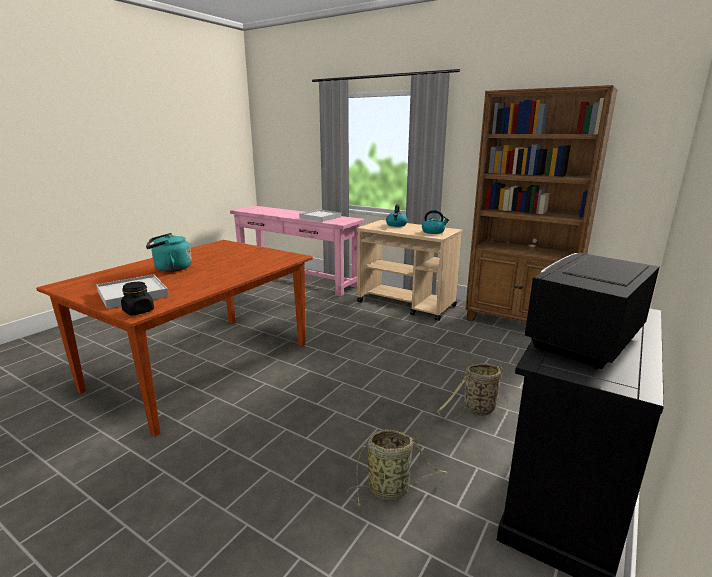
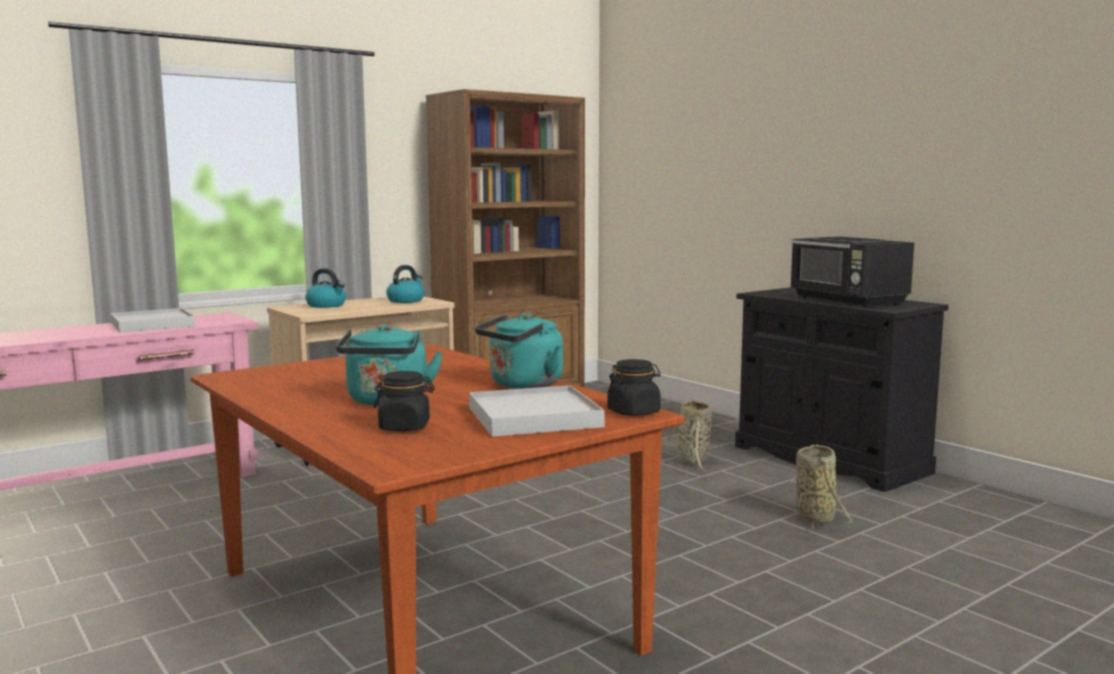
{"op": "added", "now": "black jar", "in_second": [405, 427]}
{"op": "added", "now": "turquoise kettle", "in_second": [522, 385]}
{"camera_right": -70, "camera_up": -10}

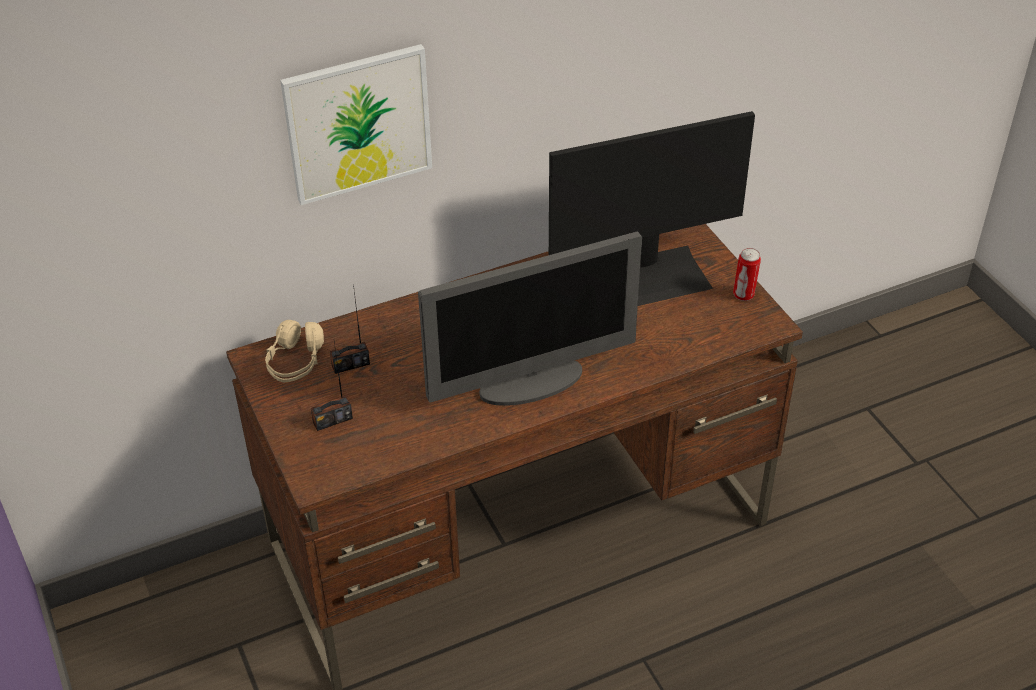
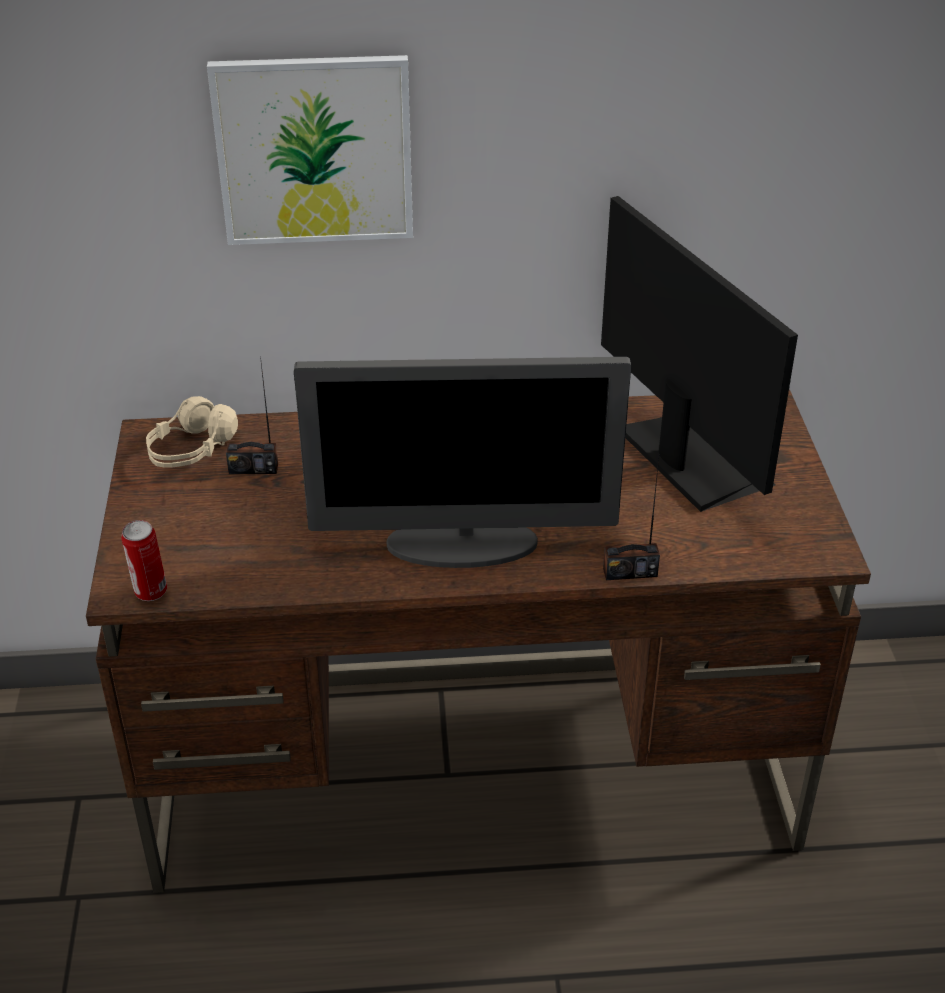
{"op": "moved", "was": "can", "in_first": [744, 295], "in_second": [150, 592]}
{"op": "turned", "was": "monitor", "in_first": [650, 277], "in_second": [690, 458], "clockwise": -120}
{"op": "moved", "was": "radio", "in_first": [332, 420], "in_second": [630, 572]}
{"camera_right": 20, "camera_up": -5}

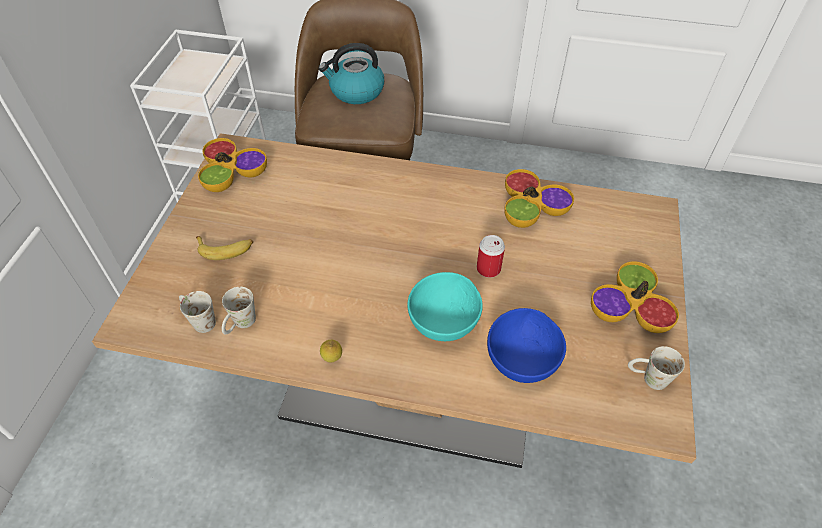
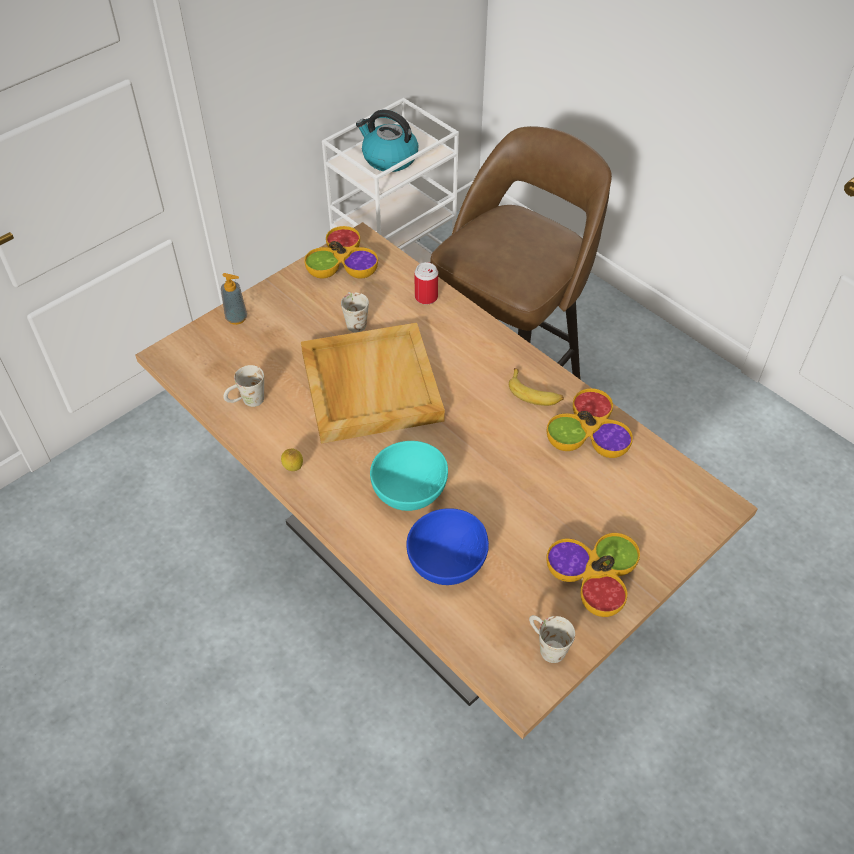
{"op": "added", "now": "soap dispenser", "in_second": [236, 318]}
{"op": "added", "now": "beige tray", "in_second": [369, 385]}
{"op": "moved", "was": "white mug", "in_first": [199, 320], "in_second": [354, 321]}
{"op": "moved", "was": "kettle", "in_first": [356, 91], "in_second": [389, 158]}
{"op": "moved", "was": "can", "in_first": [488, 269], "in_second": [426, 297]}
{"op": "moved", "was": "banana", "in_first": [225, 249], "in_second": [535, 393]}
{"camera_right": 35, "camera_up": 0}

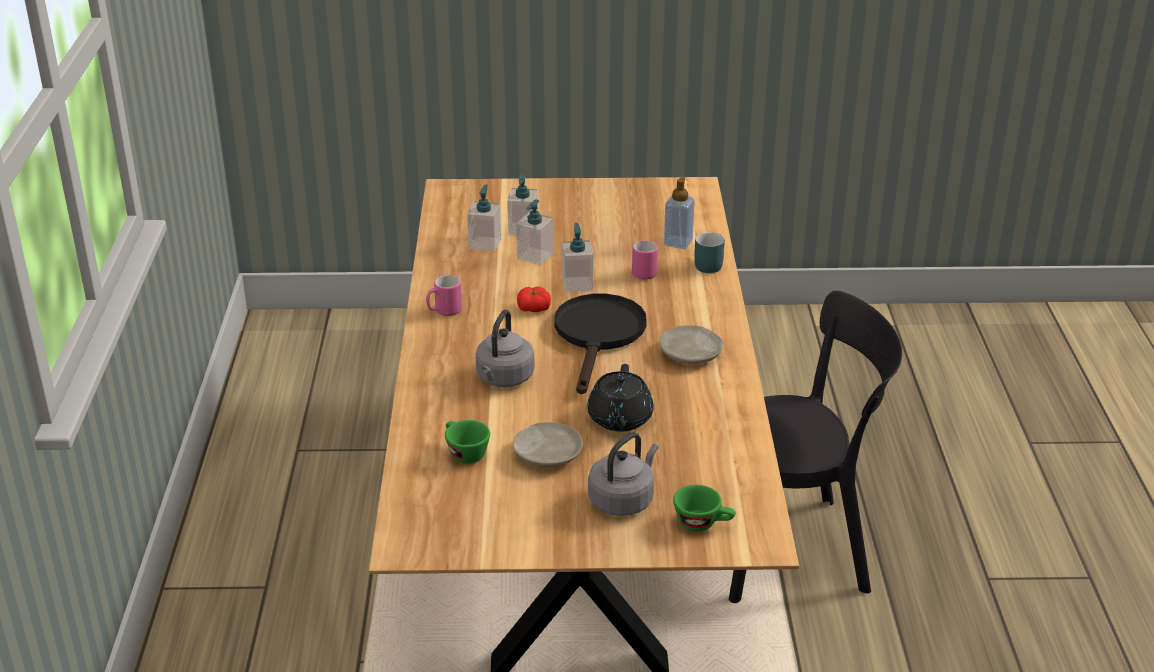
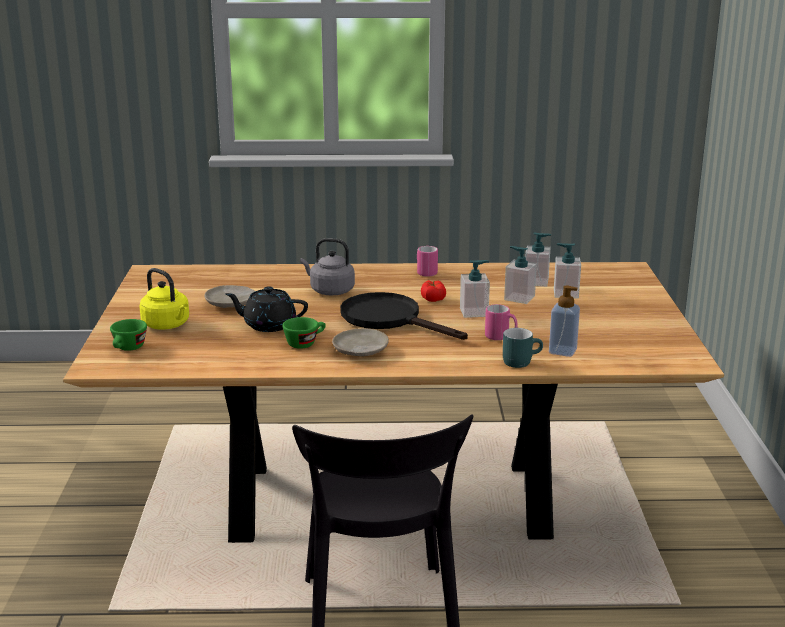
{"op": "recoloured", "was": "grey kettle", "now": "yellow kettle", "in_first": [623, 500], "in_second": [167, 325]}
{"op": "moved", "was": "green cup", "in_first": [464, 453], "in_second": [305, 343]}
{"op": "turned", "was": "black frying pan", "in_first": [598, 336], "in_second": [390, 319], "clockwise": -150}
{"camera_right": 90, "camera_up": -10}

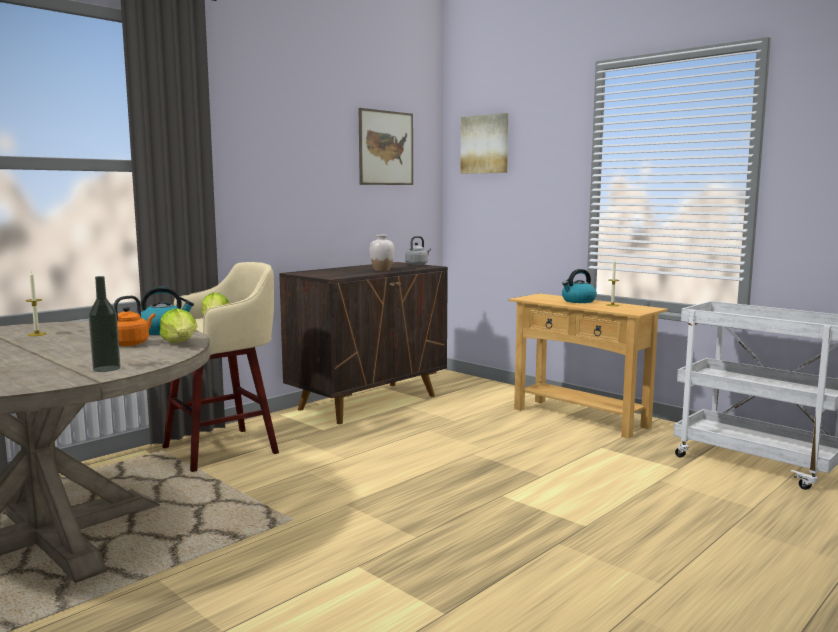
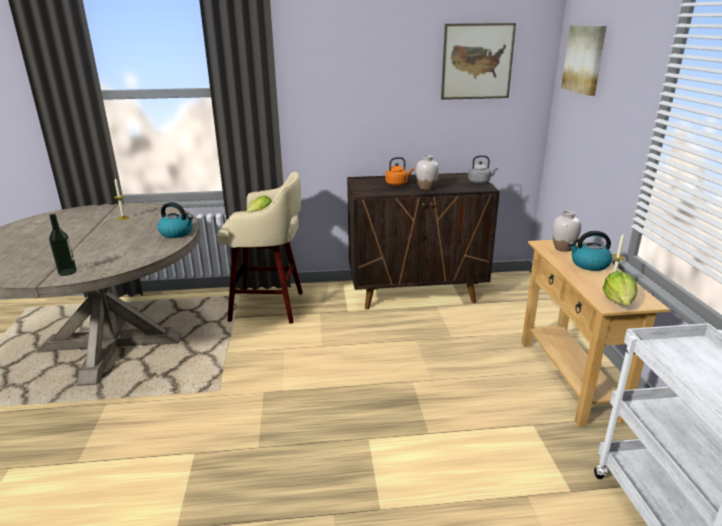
{"op": "moved", "was": "orange kettle", "in_first": [130, 343], "in_second": [397, 184]}
{"op": "added", "now": "white vase", "in_second": [563, 248]}
{"op": "moved", "was": "lettuce", "in_first": [180, 343], "in_second": [619, 302]}
{"camera_right": 40, "camera_up": 15}

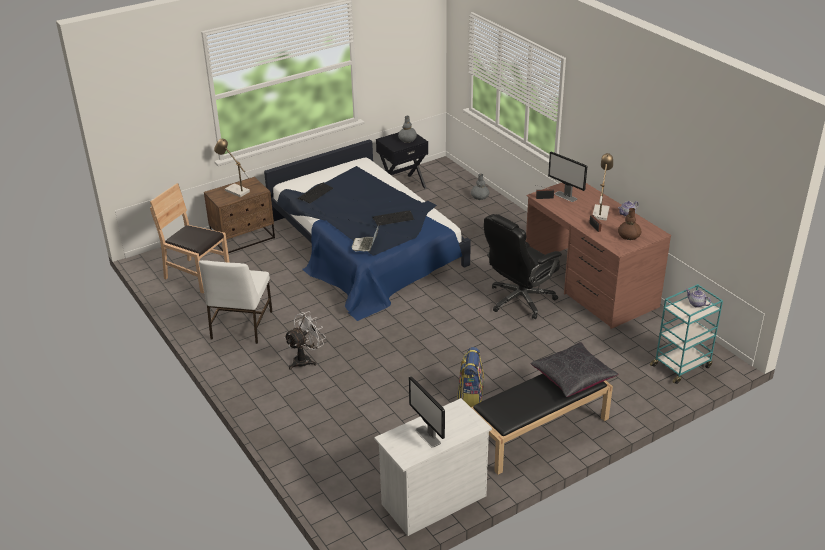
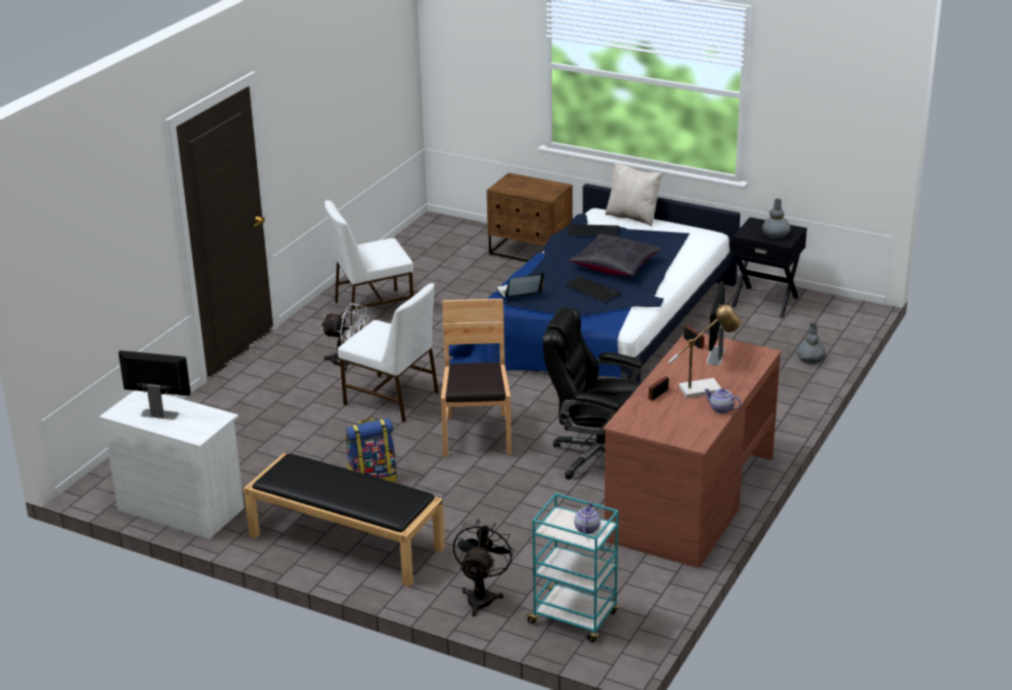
{"op": "turned", "was": "monitor", "in_first": [428, 436], "in_second": [159, 414], "clockwise": 75}
{"op": "added", "now": "white chair", "in_second": [392, 399]}
{"op": "moved", "was": "brown chair", "in_first": [197, 275], "in_second": [477, 435]}
{"op": "added", "now": "black fan", "in_second": [482, 596]}
{"op": "moved", "was": "black pillow", "in_first": [573, 377], "in_second": [615, 265]}
{"op": "added", "now": "beige pillow", "in_second": [633, 217]}
{"op": "removed", "was": "table lamp", "in_first": [234, 190]}
{"op": "removed", "was": "brown vase", "in_first": [628, 236]}
{"camera_right": 60, "camera_up": -5}

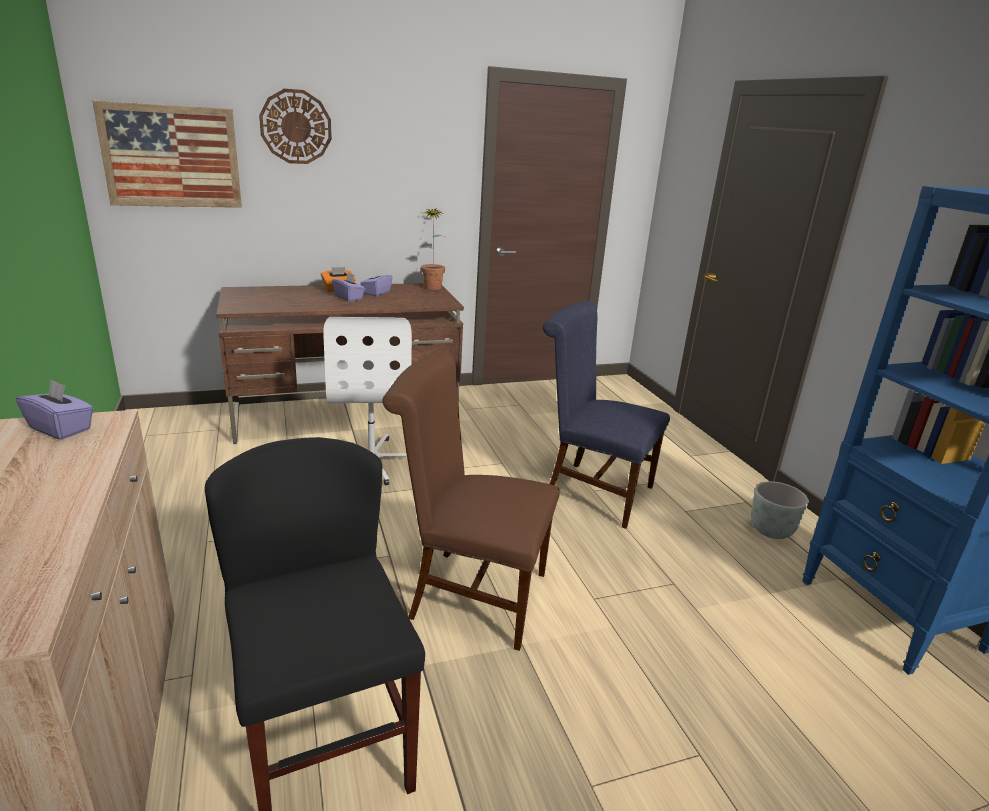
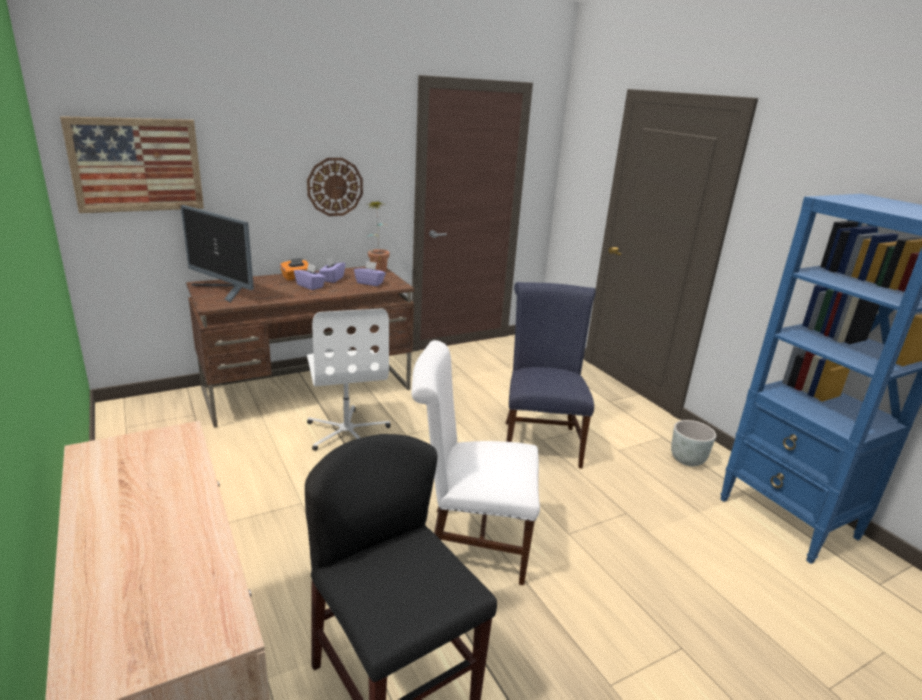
{"op": "added", "now": "monitor", "in_second": [224, 291]}
{"op": "moved", "was": "wall clock", "in_first": [296, 127], "in_second": [335, 187]}
{"op": "moved", "was": "purple tissue box", "in_first": [61, 428], "in_second": [370, 283]}
{"op": "recoloured", "was": "brown chair", "now": "white chair", "in_first": [469, 594], "in_second": [469, 542]}
{"op": "turned", "was": "blue chair", "in_first": [591, 491], "in_second": [540, 440], "clockwise": 75}
{"camera_right": -10, "camera_up": 0}

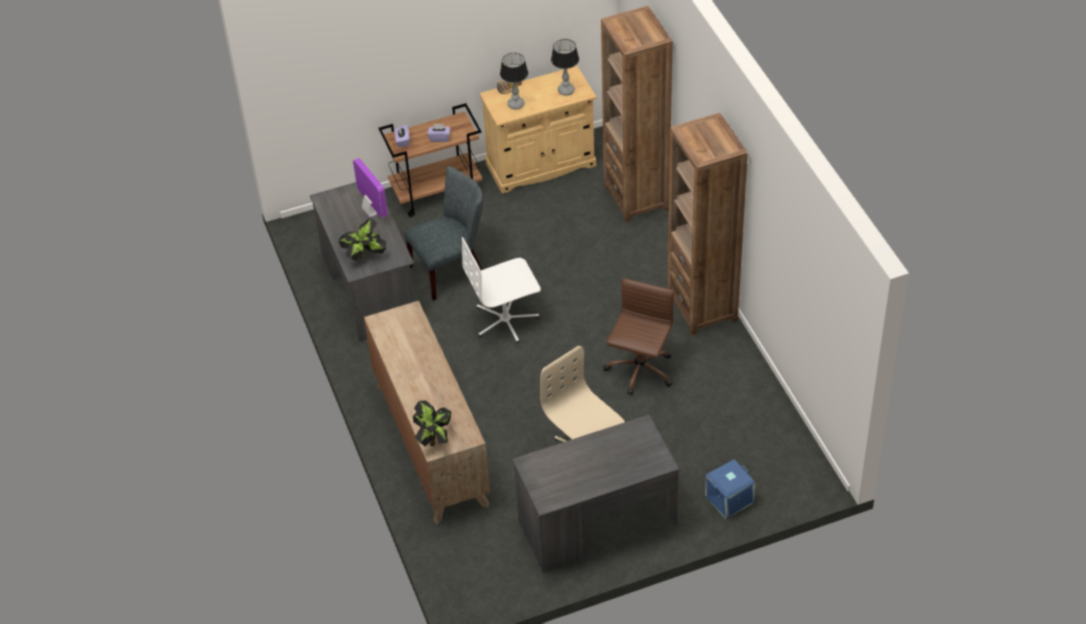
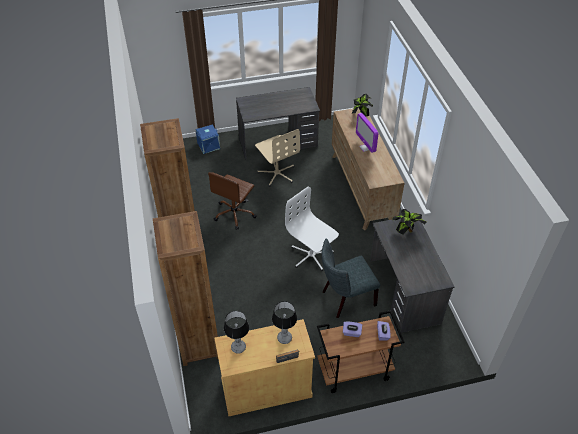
{"op": "turned", "was": "white office chair", "in_first": [506, 321], "in_second": [311, 256], "clockwise": -120}
{"op": "moved", "was": "monitor", "in_first": [372, 211], "in_second": [365, 147]}
{"camera_right": -175, "camera_up": 0}

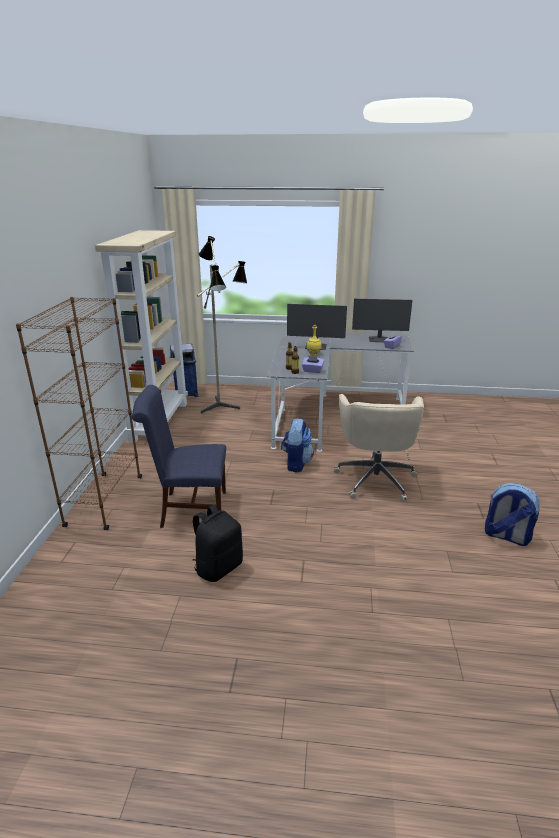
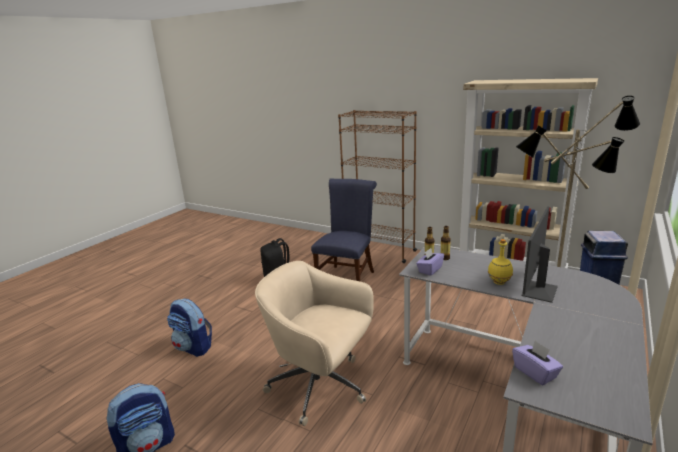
{"op": "moved", "was": "backpack", "in_first": [296, 463], "in_second": [194, 347]}
{"op": "removed", "was": "monitor", "in_first": [379, 340]}
{"camera_right": 115, "camera_up": -5}

